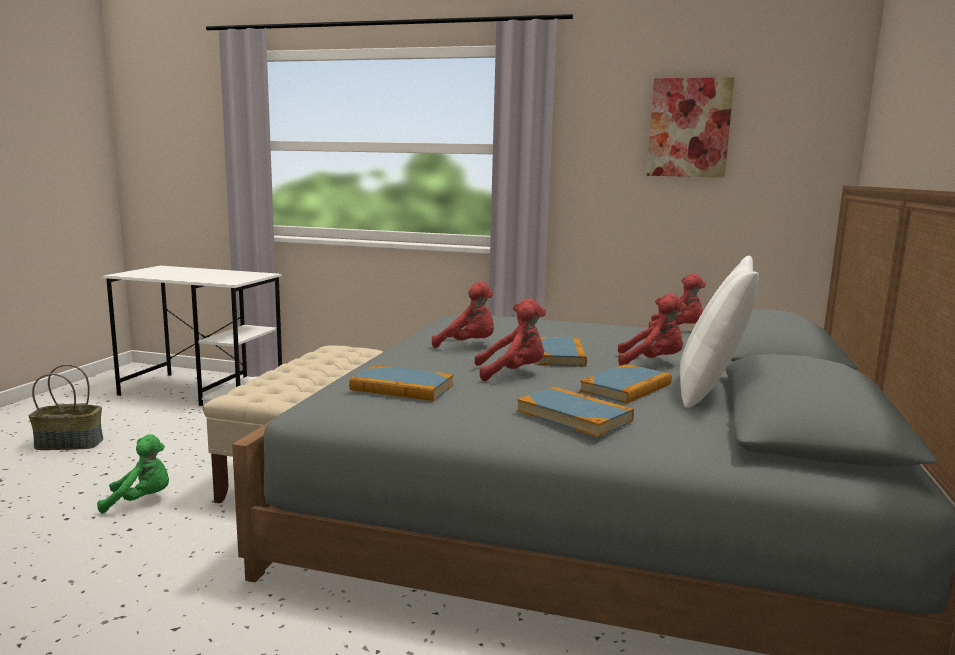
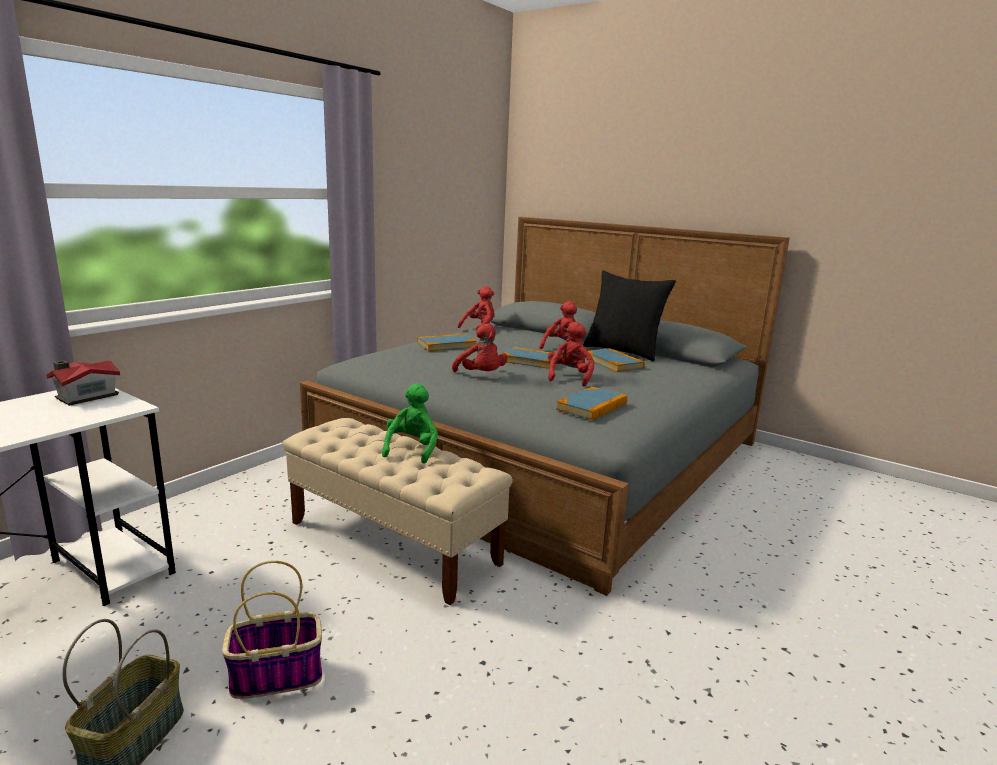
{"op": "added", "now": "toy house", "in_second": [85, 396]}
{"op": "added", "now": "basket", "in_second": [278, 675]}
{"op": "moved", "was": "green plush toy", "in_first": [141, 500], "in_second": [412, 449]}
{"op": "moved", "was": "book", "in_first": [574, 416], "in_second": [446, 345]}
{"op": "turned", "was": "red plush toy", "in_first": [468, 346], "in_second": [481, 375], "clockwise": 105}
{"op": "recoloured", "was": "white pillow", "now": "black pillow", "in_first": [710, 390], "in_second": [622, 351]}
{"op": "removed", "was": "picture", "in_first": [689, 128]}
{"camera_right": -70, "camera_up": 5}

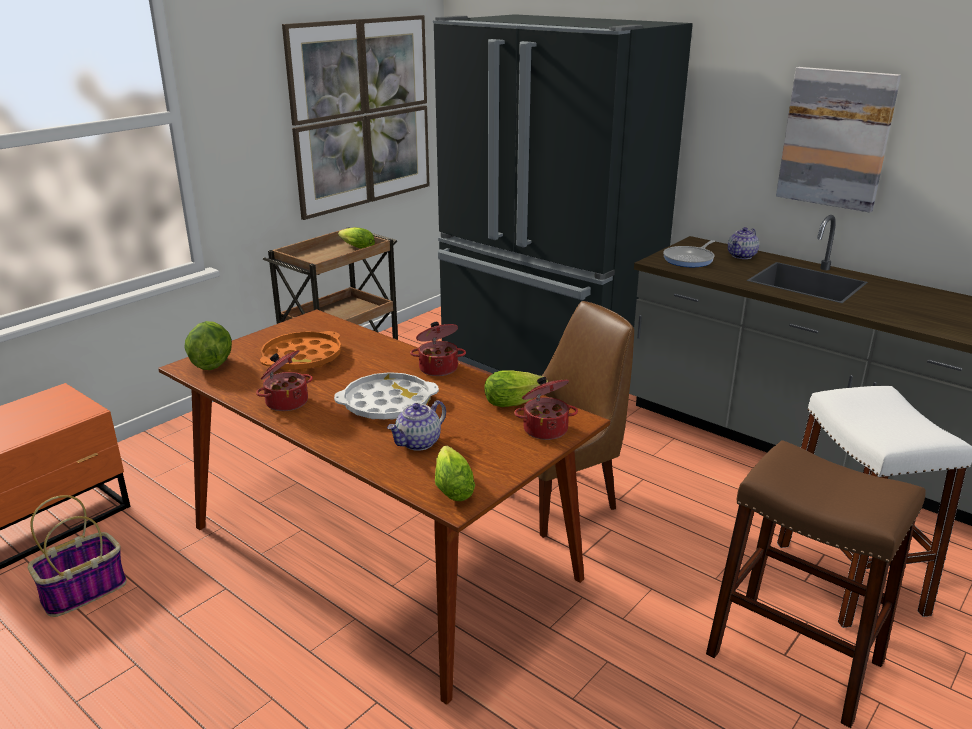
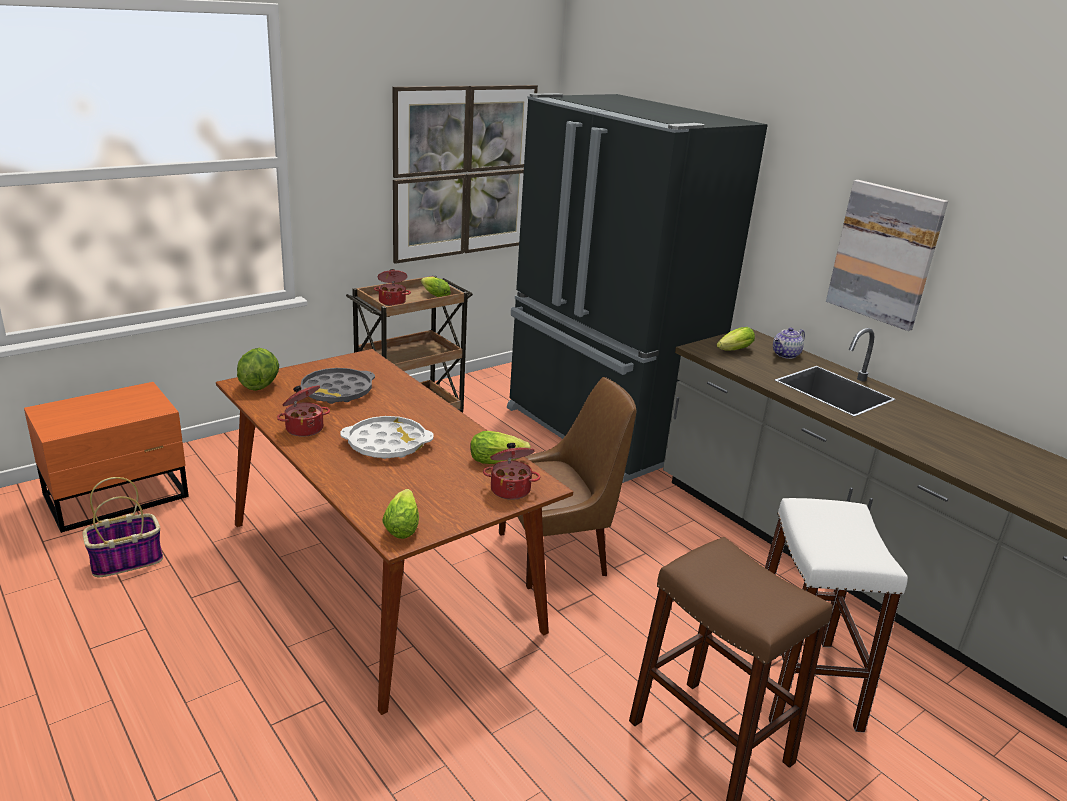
{"op": "recoloured", "was": "orange tray", "now": "grey tray", "in_first": [302, 358], "in_second": [337, 391]}
{"op": "moved", "was": "cooking pot", "in_first": [438, 368], "in_second": [392, 302]}
{"op": "replaced", "was": "frying pan", "now": "lettuce", "in_first": [690, 259], "in_second": [732, 351]}
{"op": "removed", "was": "teapot", "in_first": [418, 443]}
{"camera_right": 10, "camera_up": 0}

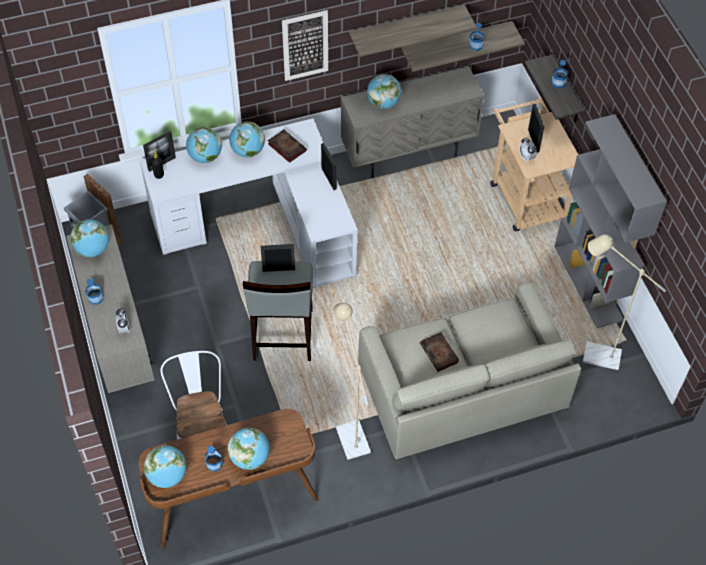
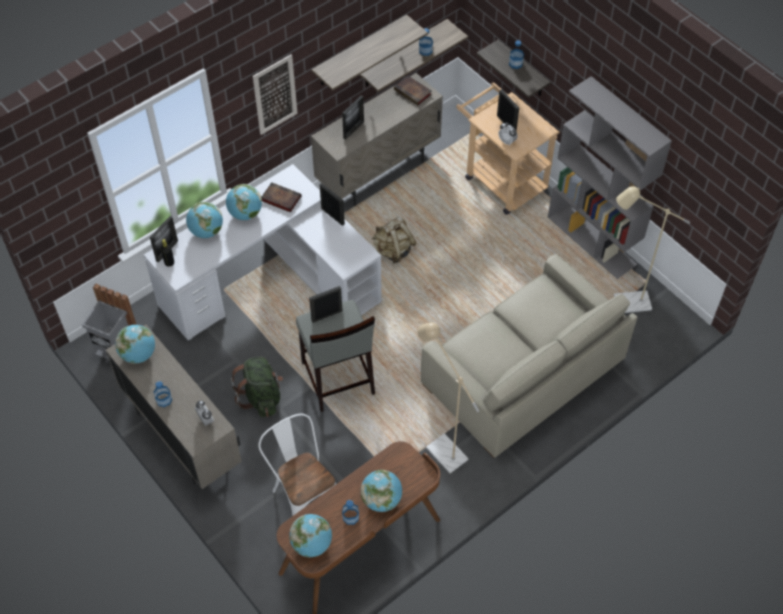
{"op": "added", "now": "green backpack", "in_second": [261, 397]}
{"op": "replaced", "was": "globe", "now": "picture frame", "in_first": [383, 103], "in_second": [353, 130]}
{"op": "added", "now": "beige backpack", "in_second": [393, 250]}
{"op": "moved", "was": "book", "in_first": [440, 354], "in_second": [413, 92]}
{"camera_right": -20, "camera_up": 0}

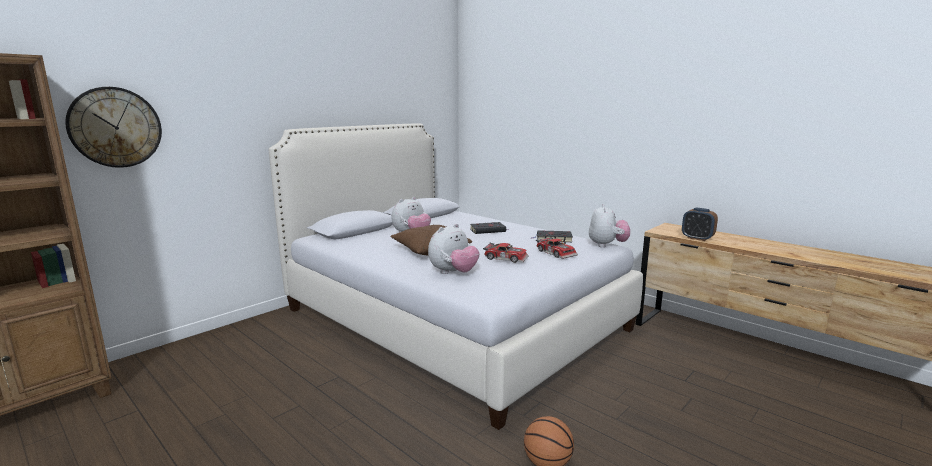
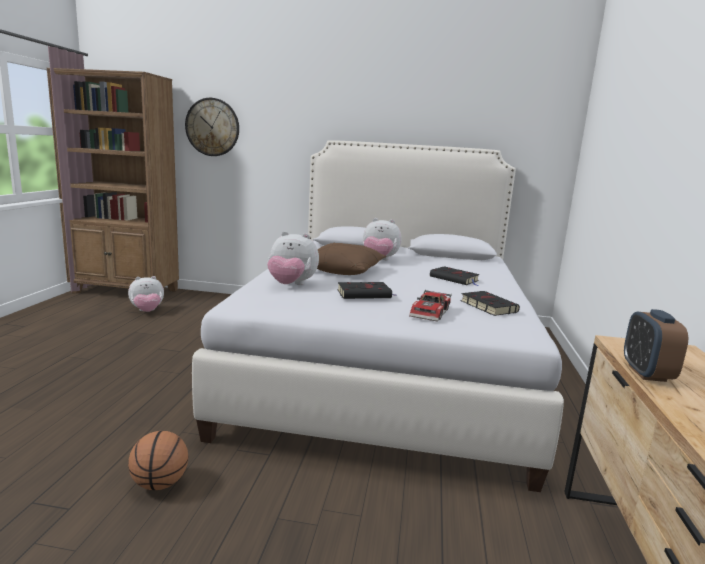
{"op": "moved", "was": "plush toy", "in_first": [607, 245], "in_second": [147, 311]}
{"op": "replaced", "was": "toy car", "now": "black book", "in_first": [506, 257], "in_second": [365, 294]}
{"camera_right": 55, "camera_up": 0}

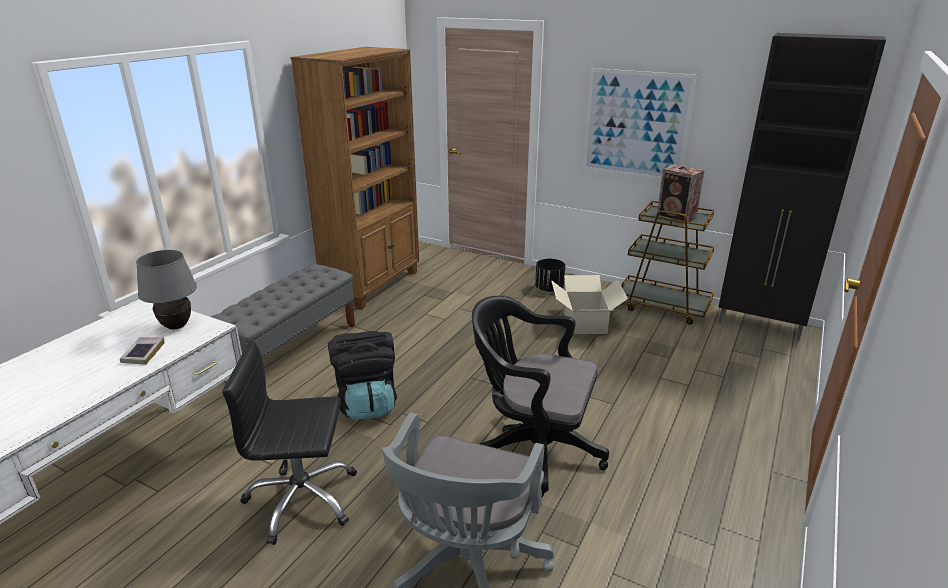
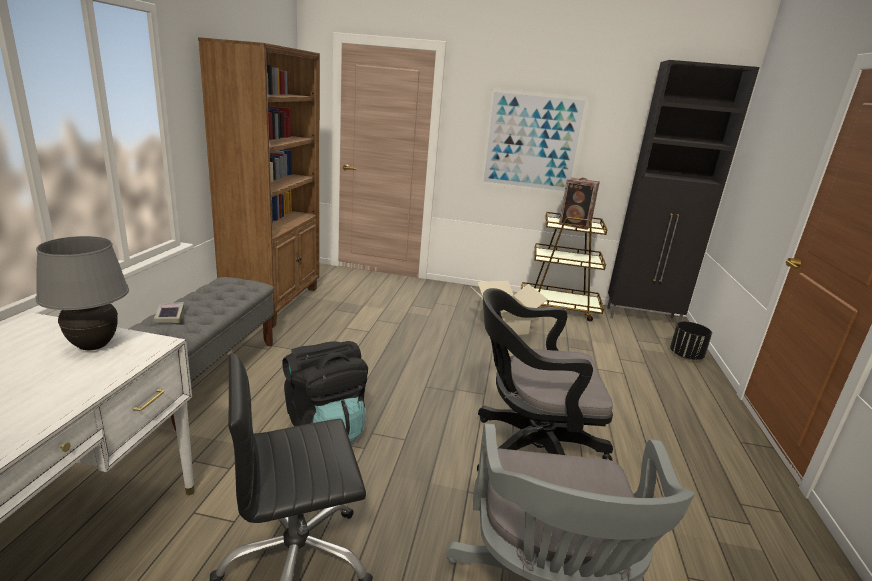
{"op": "moved", "was": "book", "in_first": [143, 353], "in_second": [169, 315]}
{"op": "moved", "was": "black planter", "in_first": [549, 289], "in_second": [686, 356]}
{"camera_right": -20, "camera_up": -5}

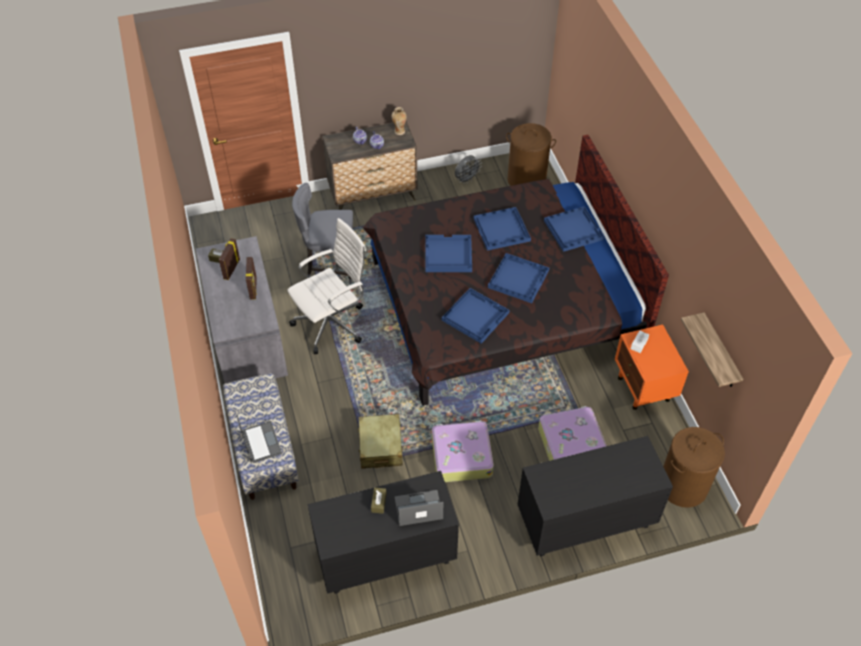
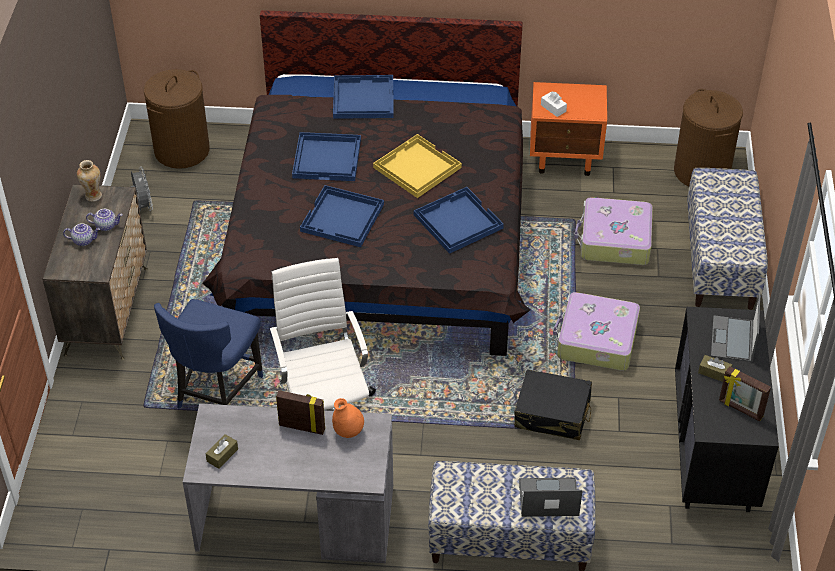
{"op": "recoloured", "was": "grey chair", "now": "blue chair", "in_first": [329, 266], "in_second": [216, 392]}
{"op": "added", "now": "orange vase", "in_second": [348, 432]}
{"op": "recoloured", "was": "blue tray", "now": "yellow tray", "in_first": [518, 278], "in_second": [416, 167]}
{"op": "recoloured", "was": "beige suitcase", "now": "black suitcase", "in_first": [380, 447], "in_second": [552, 413]}
{"op": "replaced", "was": "black dresser", "now": "bench", "in_first": [585, 521], "in_second": [720, 261]}
{"op": "moved", "was": "picture frame", "in_first": [231, 269], "in_second": [740, 409]}
{"op": "removed", "was": "shelf", "in_first": [720, 353]}
{"camera_right": -70, "camera_up": -5}

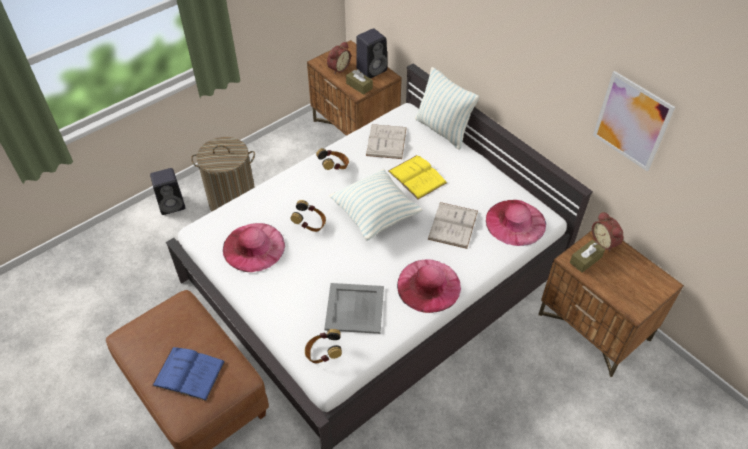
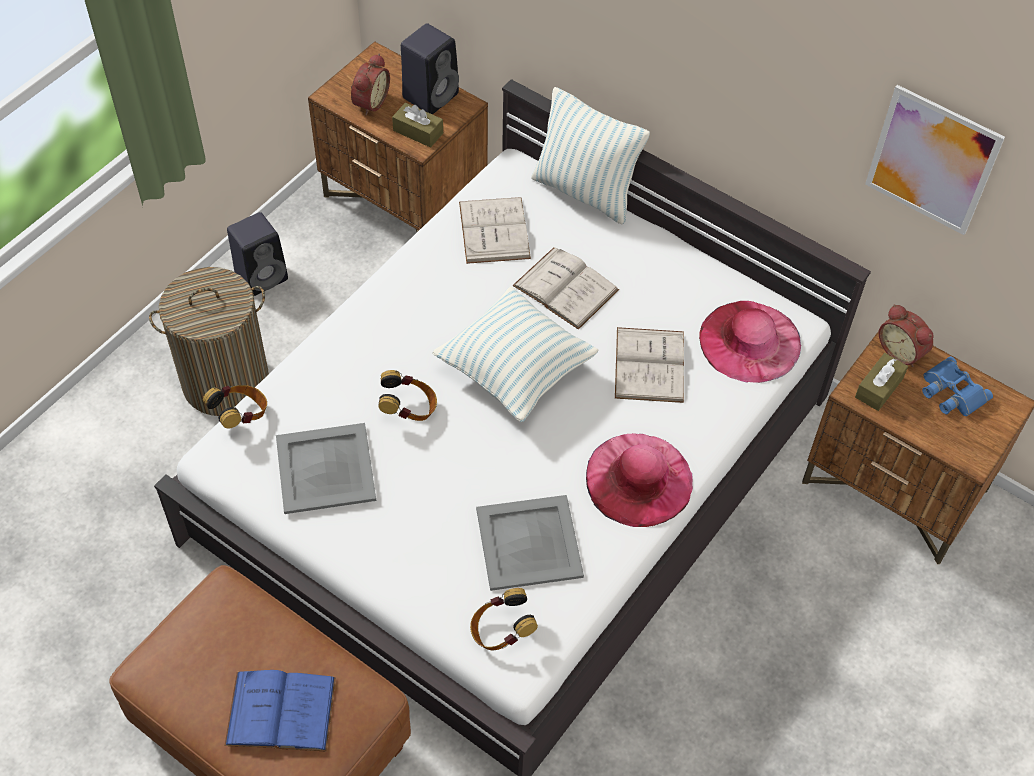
{"op": "moved", "was": "headphones", "in_first": [334, 167], "in_second": [241, 415]}
{"op": "moved", "was": "black speaker", "in_first": [172, 204], "in_second": [263, 275]}
{"op": "replaced", "was": "pink hat", "now": "grey tray", "in_first": [254, 247], "in_second": [324, 468]}
{"op": "recoloured", "was": "yellow book", "now": "white book", "in_first": [417, 177], "in_second": [565, 288]}
{"op": "added", "now": "blue binoculars", "in_second": [950, 392]}
{"camera_right": -15, "camera_up": 5}

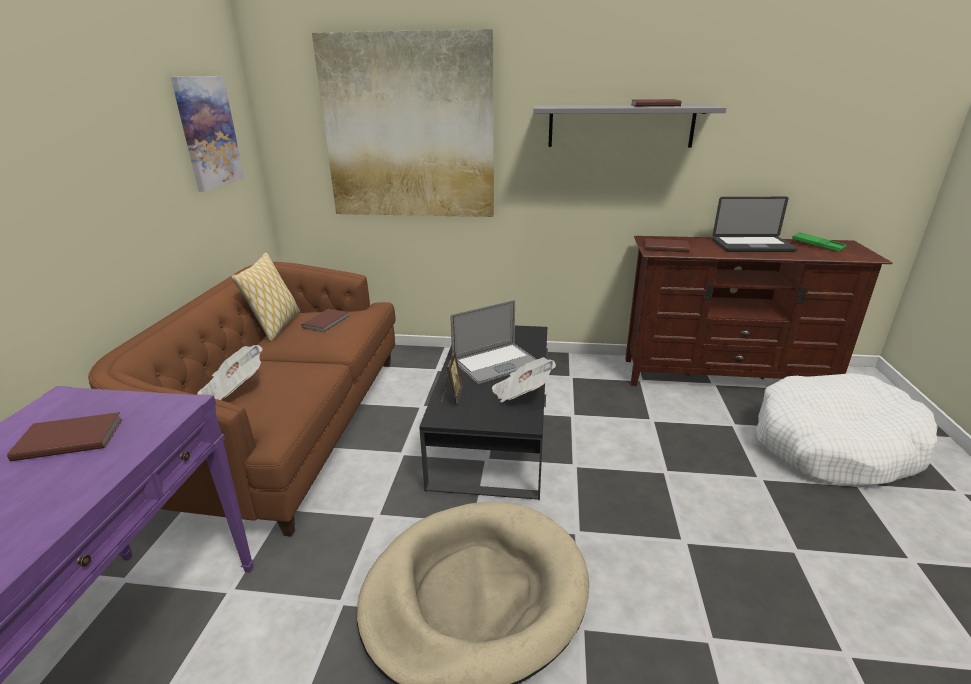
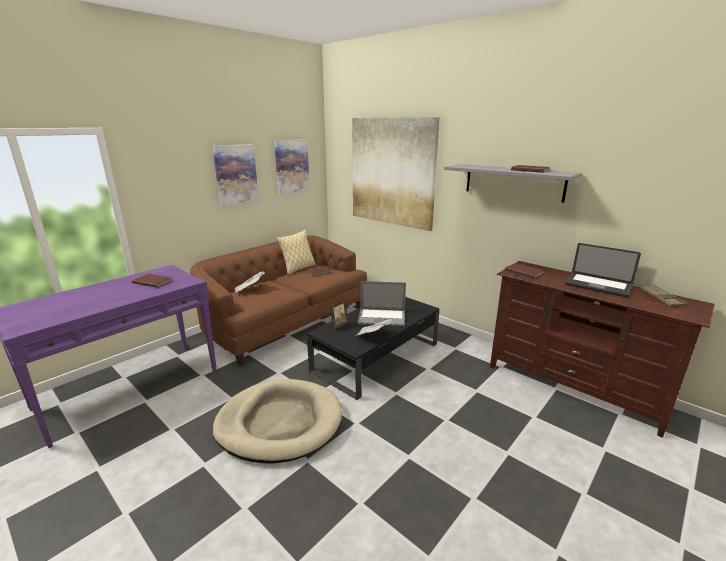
{"op": "added", "now": "picture", "in_second": [236, 174]}
{"op": "recoloured", "was": "green tray", "now": "brown tray", "in_first": [817, 245], "in_second": [661, 298]}
{"op": "removed", "was": "white dog bed", "in_first": [833, 445]}
{"camera_right": 35, "camera_up": -5}

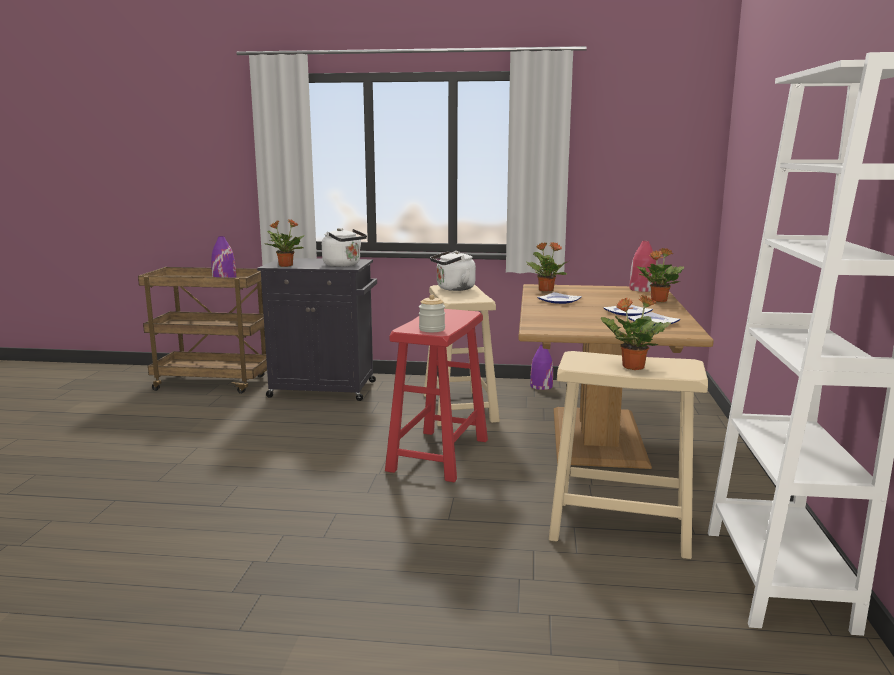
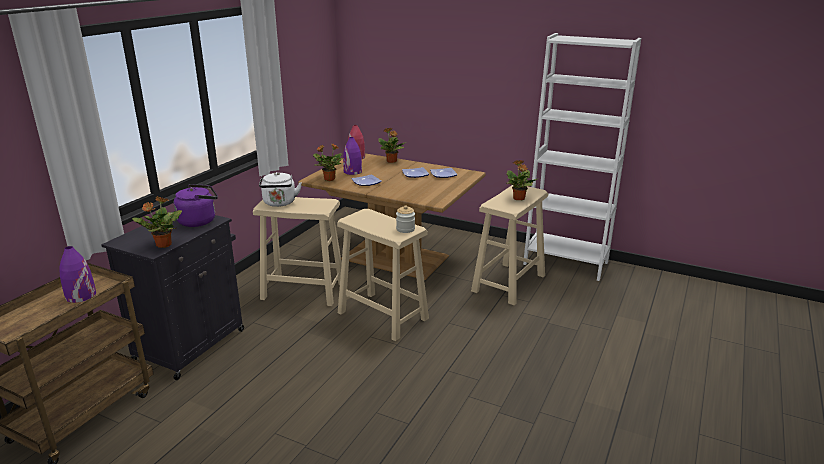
{"op": "recoloured", "was": "white kettle", "now": "purple kettle", "in_first": [344, 265], "in_second": [199, 221]}
{"op": "recoloured", "was": "red stool", "now": "beige stool", "in_first": [439, 454], "in_second": [382, 315]}
{"op": "moved", "was": "purple vase", "in_first": [541, 386], "in_second": [352, 171]}
{"camera_right": -70, "camera_up": 10}

